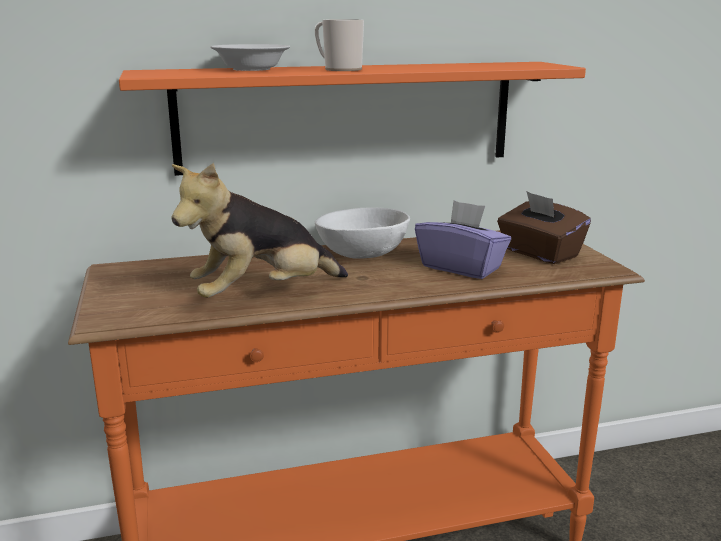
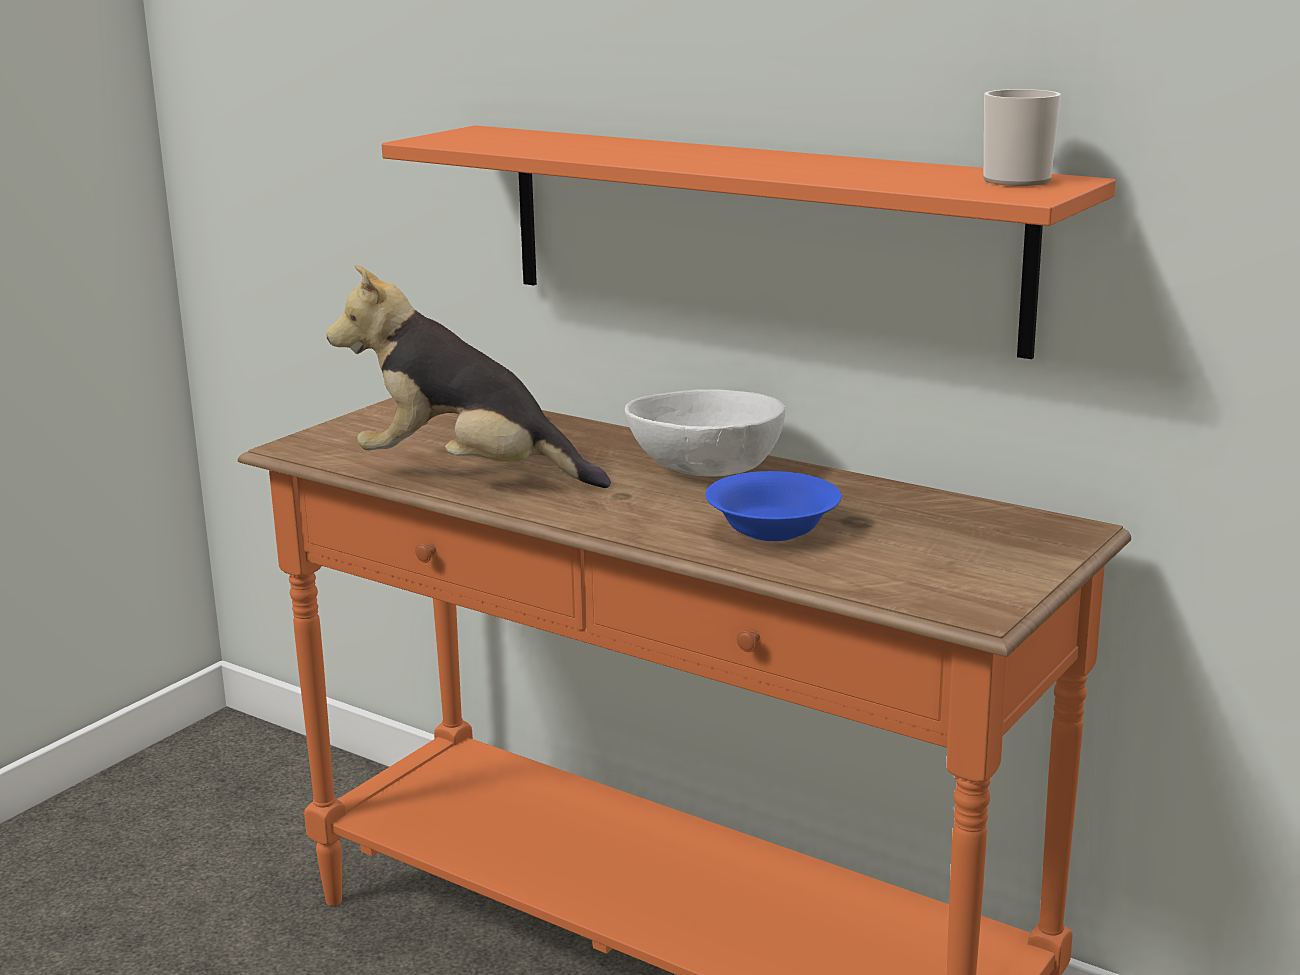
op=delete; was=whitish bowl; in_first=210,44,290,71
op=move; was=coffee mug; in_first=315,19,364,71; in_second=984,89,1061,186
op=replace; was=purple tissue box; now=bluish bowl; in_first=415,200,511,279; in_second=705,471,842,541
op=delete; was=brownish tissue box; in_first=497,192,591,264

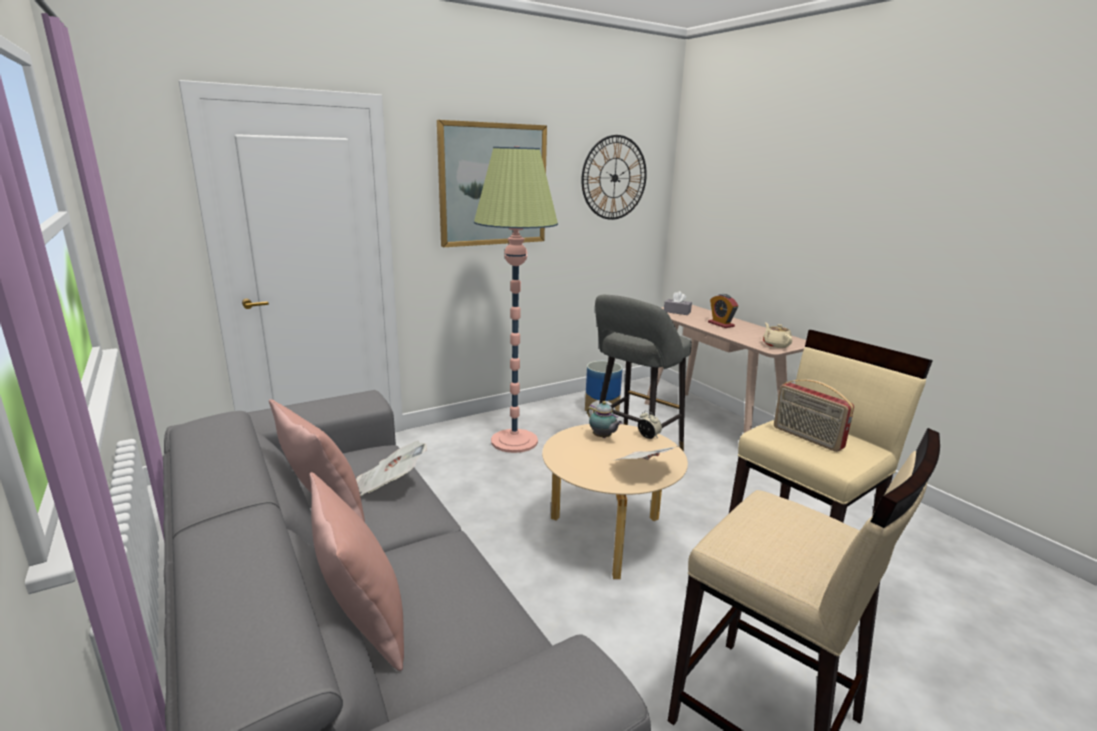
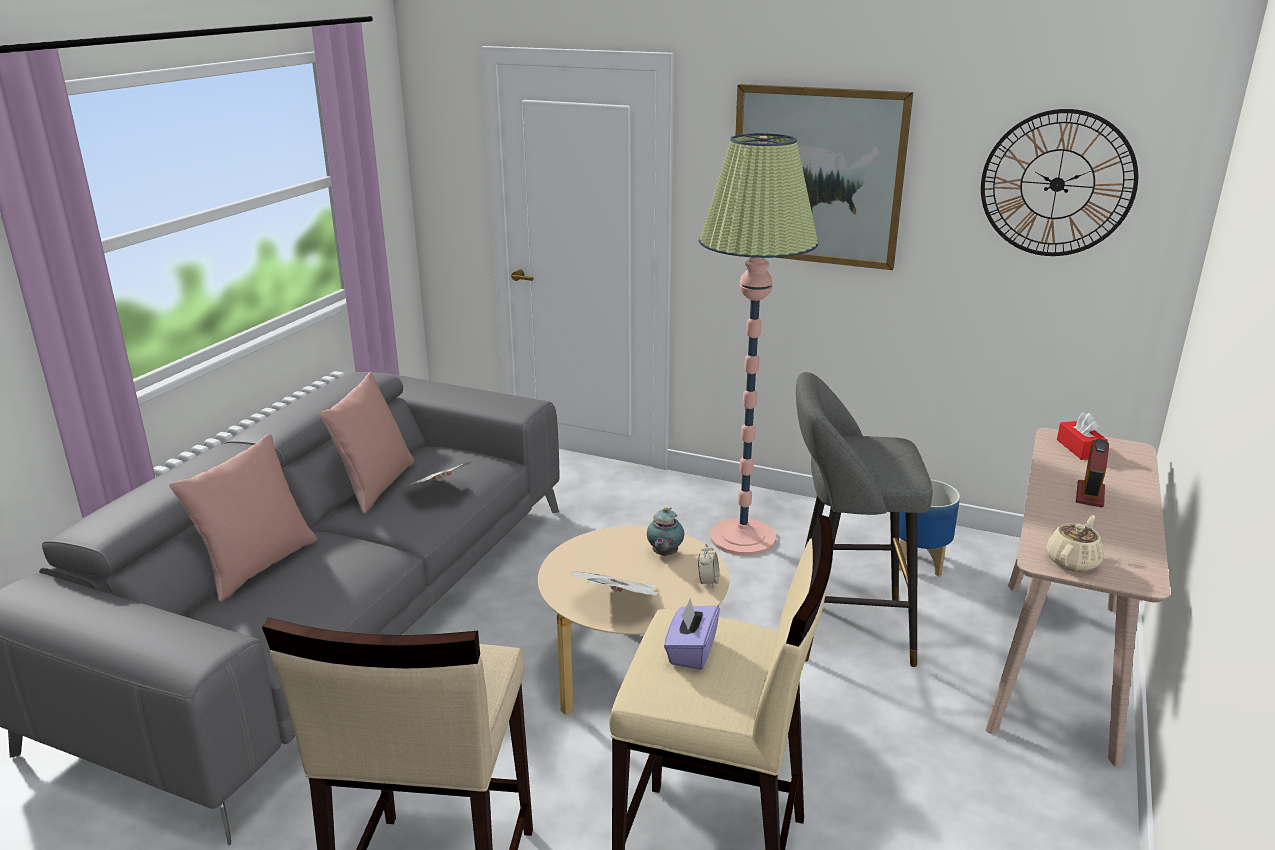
op=recolor; was=greyish tissue box; now=red-coloured tissue box; in_first=664,291,692,315; in_second=1057,413,1108,460
op=replace; was=radio; now=purple tissue box; in_first=774,379,854,452; in_second=664,598,720,670

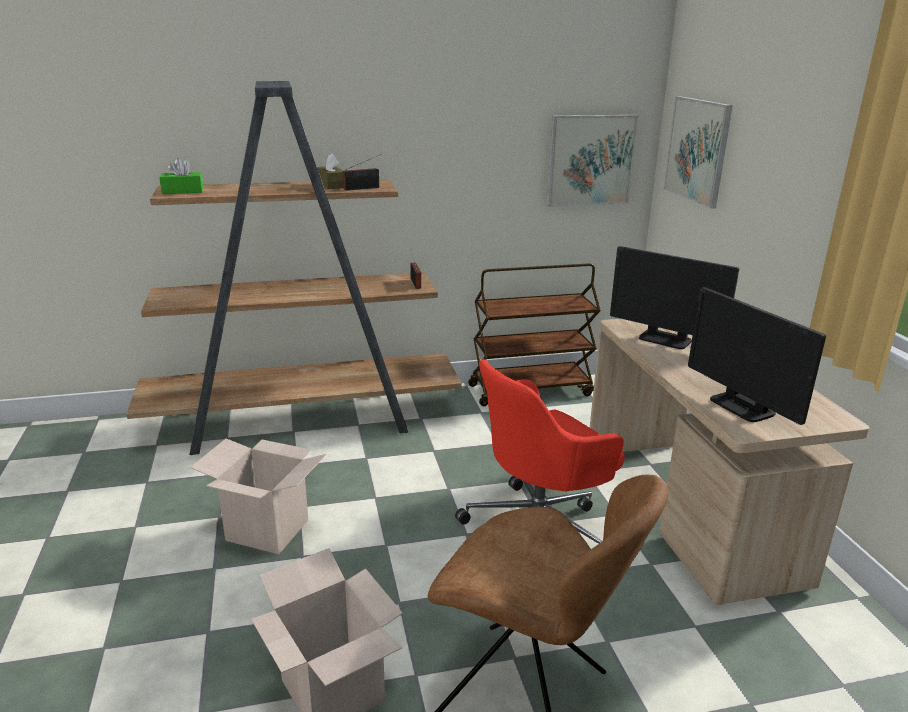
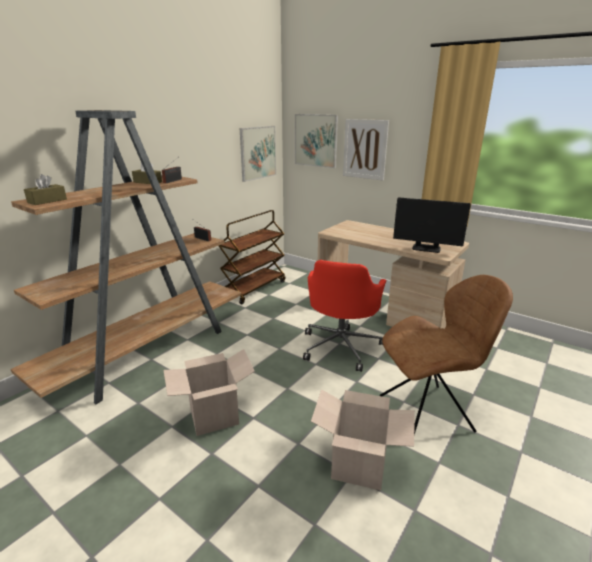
op=recolor; was=green tissue box; now=brownish tissue box; in_first=159,158,203,194; in_second=24,174,67,205
op=delete; was=computer display; in_first=610,246,739,349
op=insert; now=wall picture; in_second=343,119,389,180

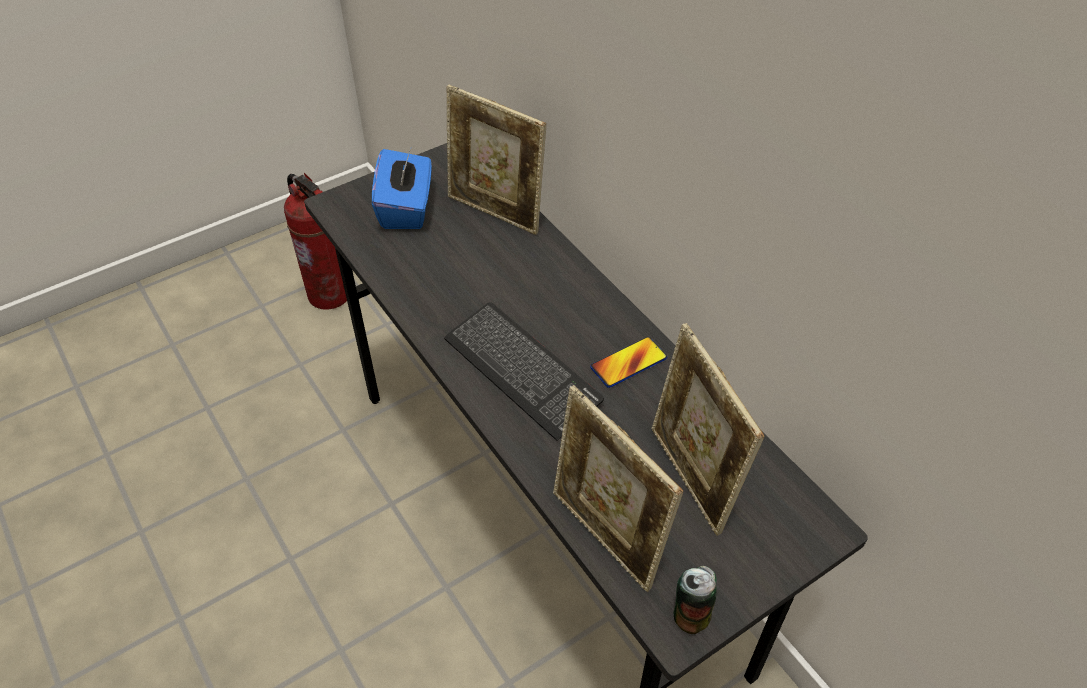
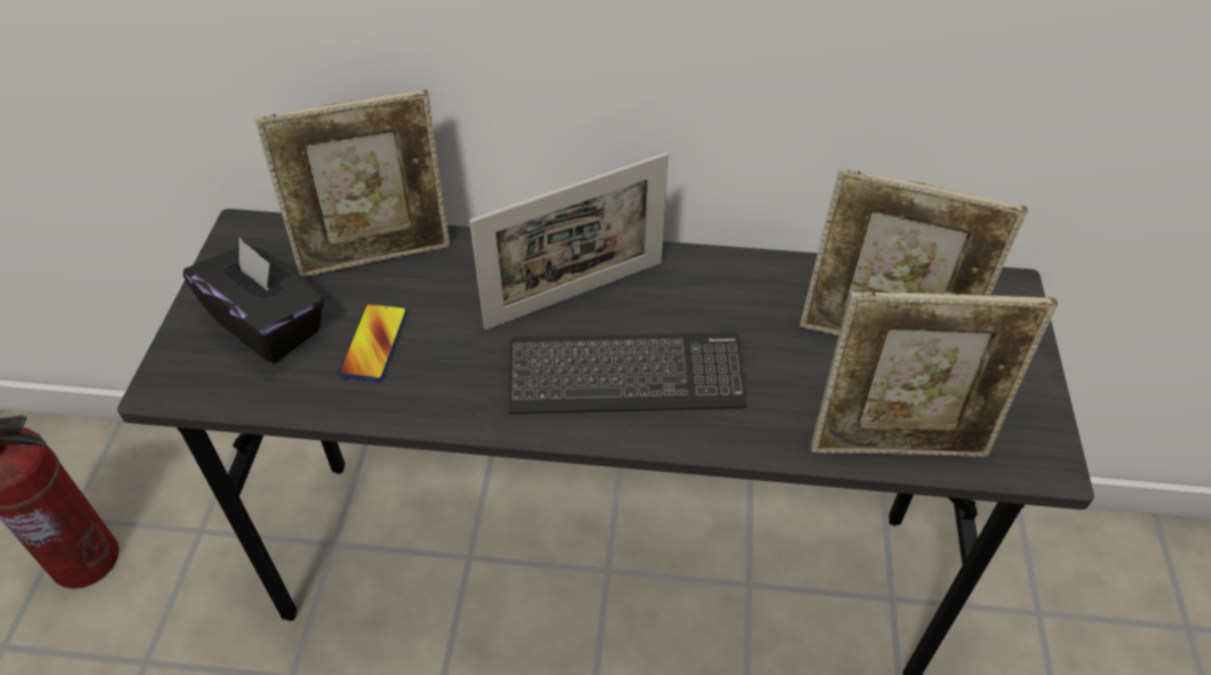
op=recolor; was=bluish tissue box; now=blackish tissue box; in_first=372,149,432,229; in_second=183,237,325,363
op=move; was=telephone; in_first=590,337,667,388; in_second=338,303,407,382
op=delete; was=can; in_first=674,566,716,634
op=insert; now=photo frame; in_second=469,152,668,330

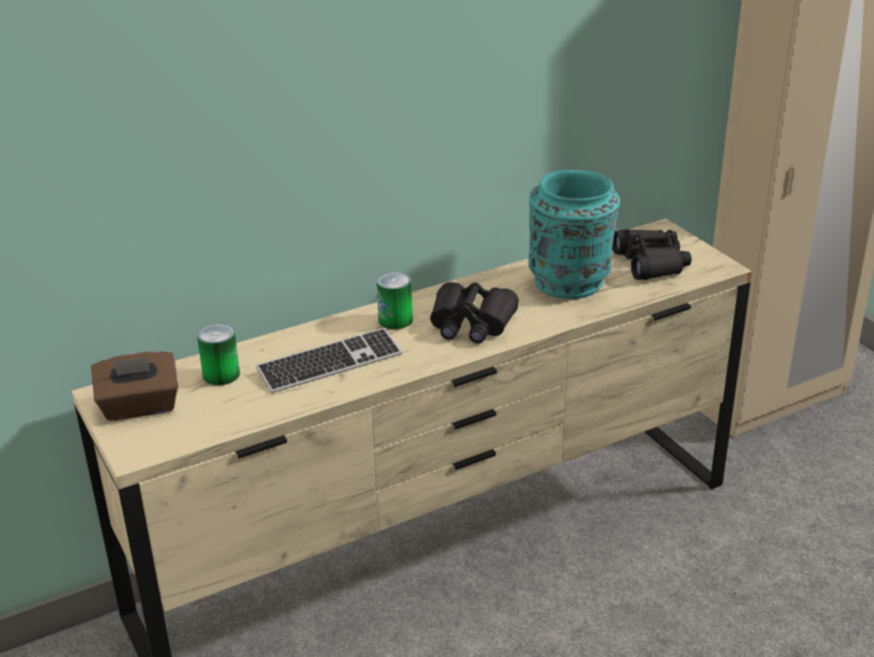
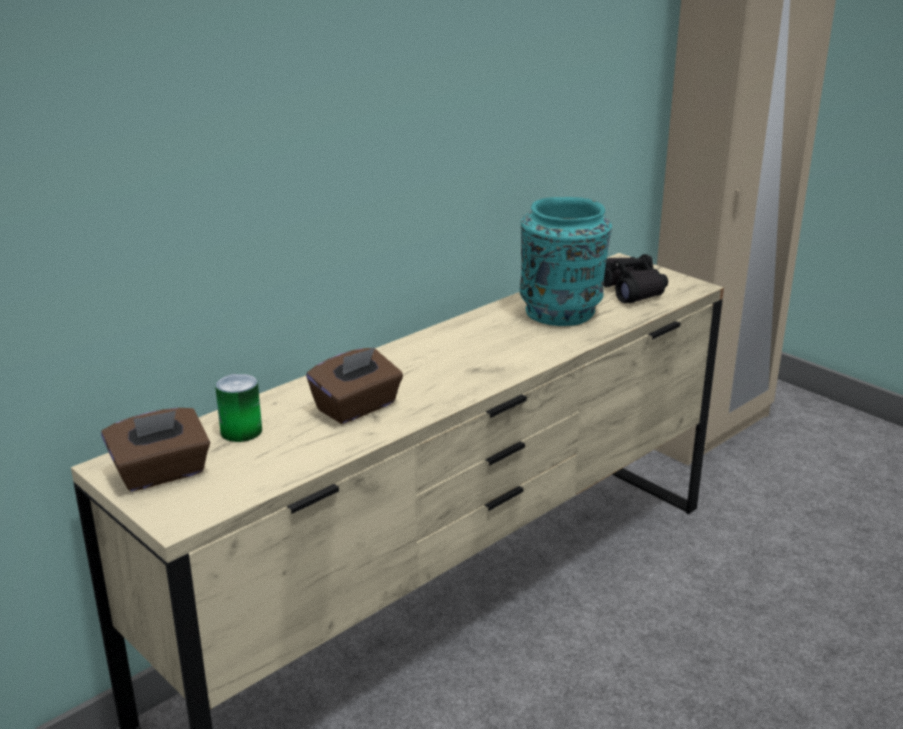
op=replace; was=PC keyboard; now=brownish tissue box; in_first=256,328,402,393; in_second=306,347,403,424
op=delete; was=can; in_first=377,272,413,329
op=delete; was=blackish binoculars; in_first=430,282,519,343

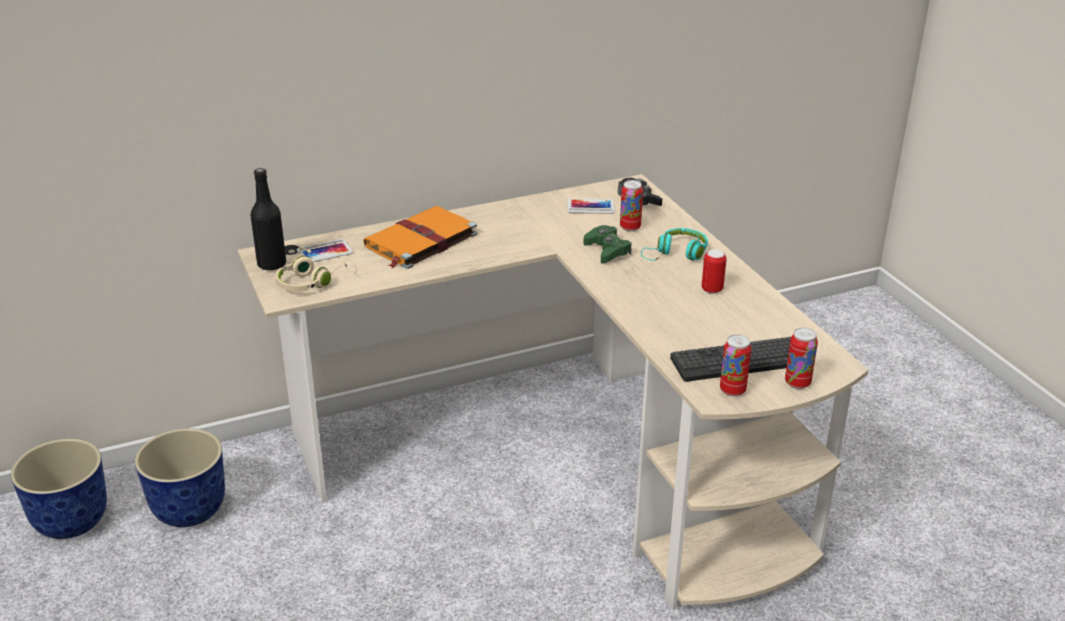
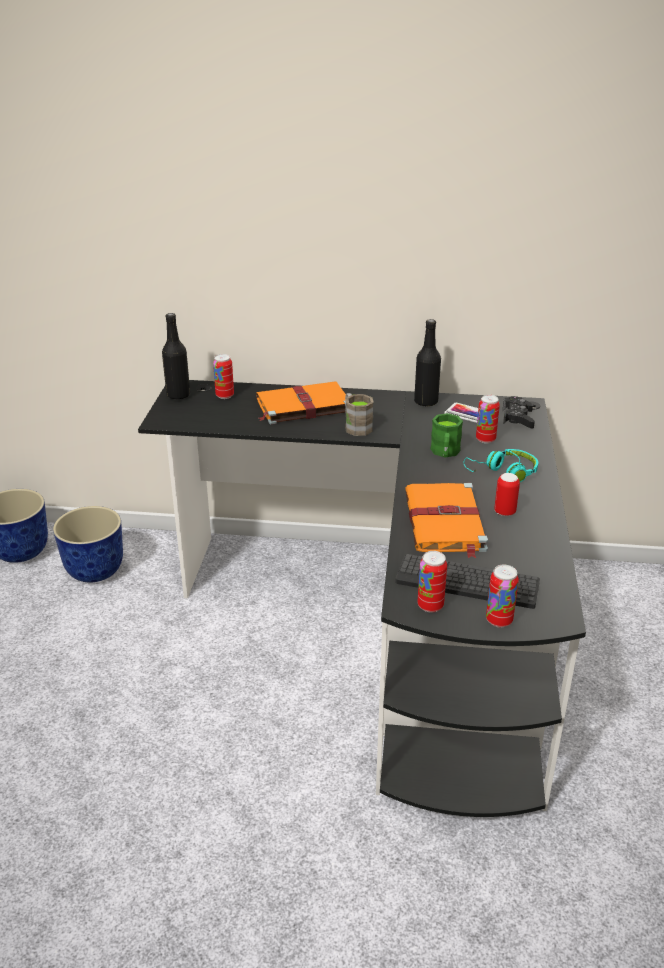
op=recolor; was=beige desk; now=blackish desk; in_first=238,174,869,610; in_second=138,380,586,817
op=delete; was=beige headset; in_first=275,247,357,292
op=replace; was=telephone; now=can; in_first=297,239,353,262; in_second=213,354,234,399
op=replace; was=green gamepad; now=green coffee mug; in_first=583,225,632,263; in_second=430,413,463,457
op=insert; now=brownish coffee mug; in_second=345,393,374,436
op=insert; now=orangey bound book; in_second=405,483,488,558
op=insert; now=blackish bottle; in_second=414,319,441,406

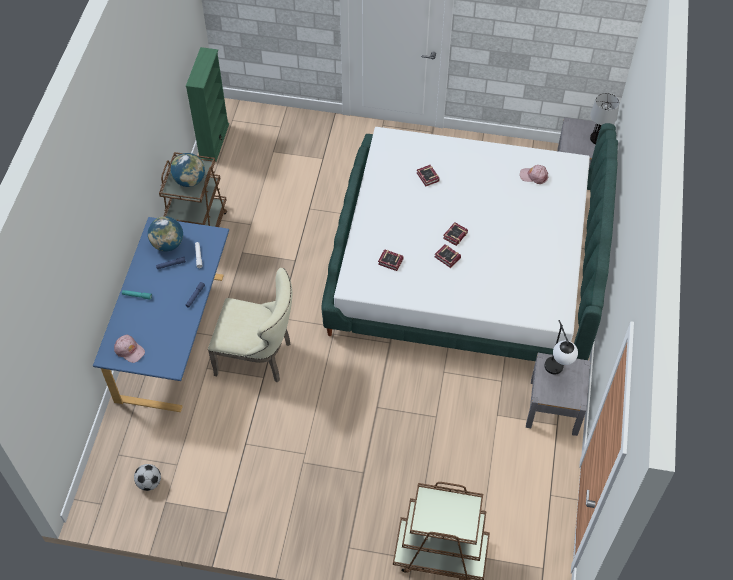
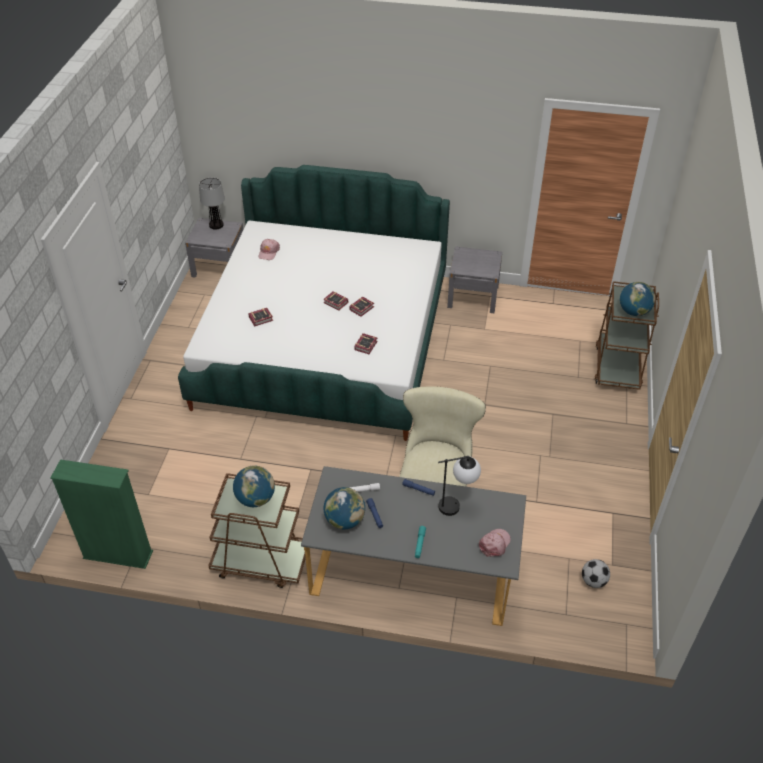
op=recolor; was=bluish desk; now=greyish desk; in_first=93,217,229,412; in_second=301,466,526,626
op=move; was=table lamp; in_first=544,320,578,374; in_second=438,456,481,516
op=insert; now=desk globe; in_second=620,282,655,316

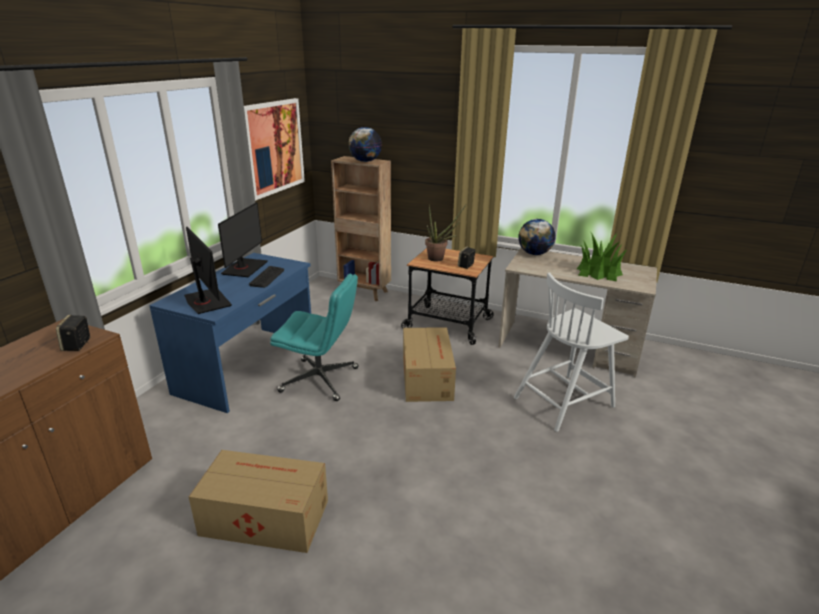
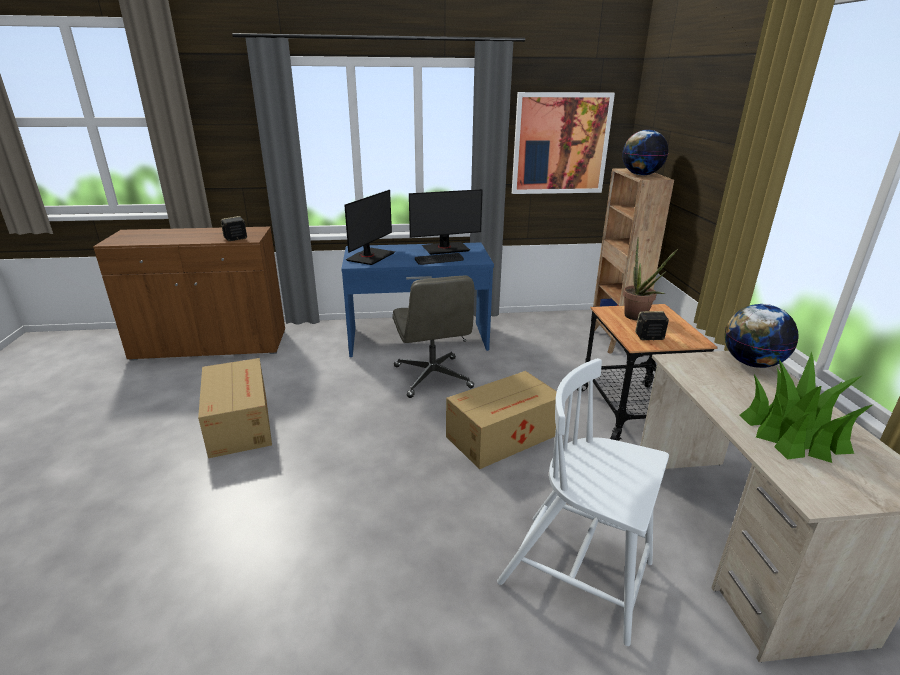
op=recolor; was=turquoise-coloured computer chair; now=greyish computer chair; in_first=270,274,358,401; in_second=392,275,474,398

